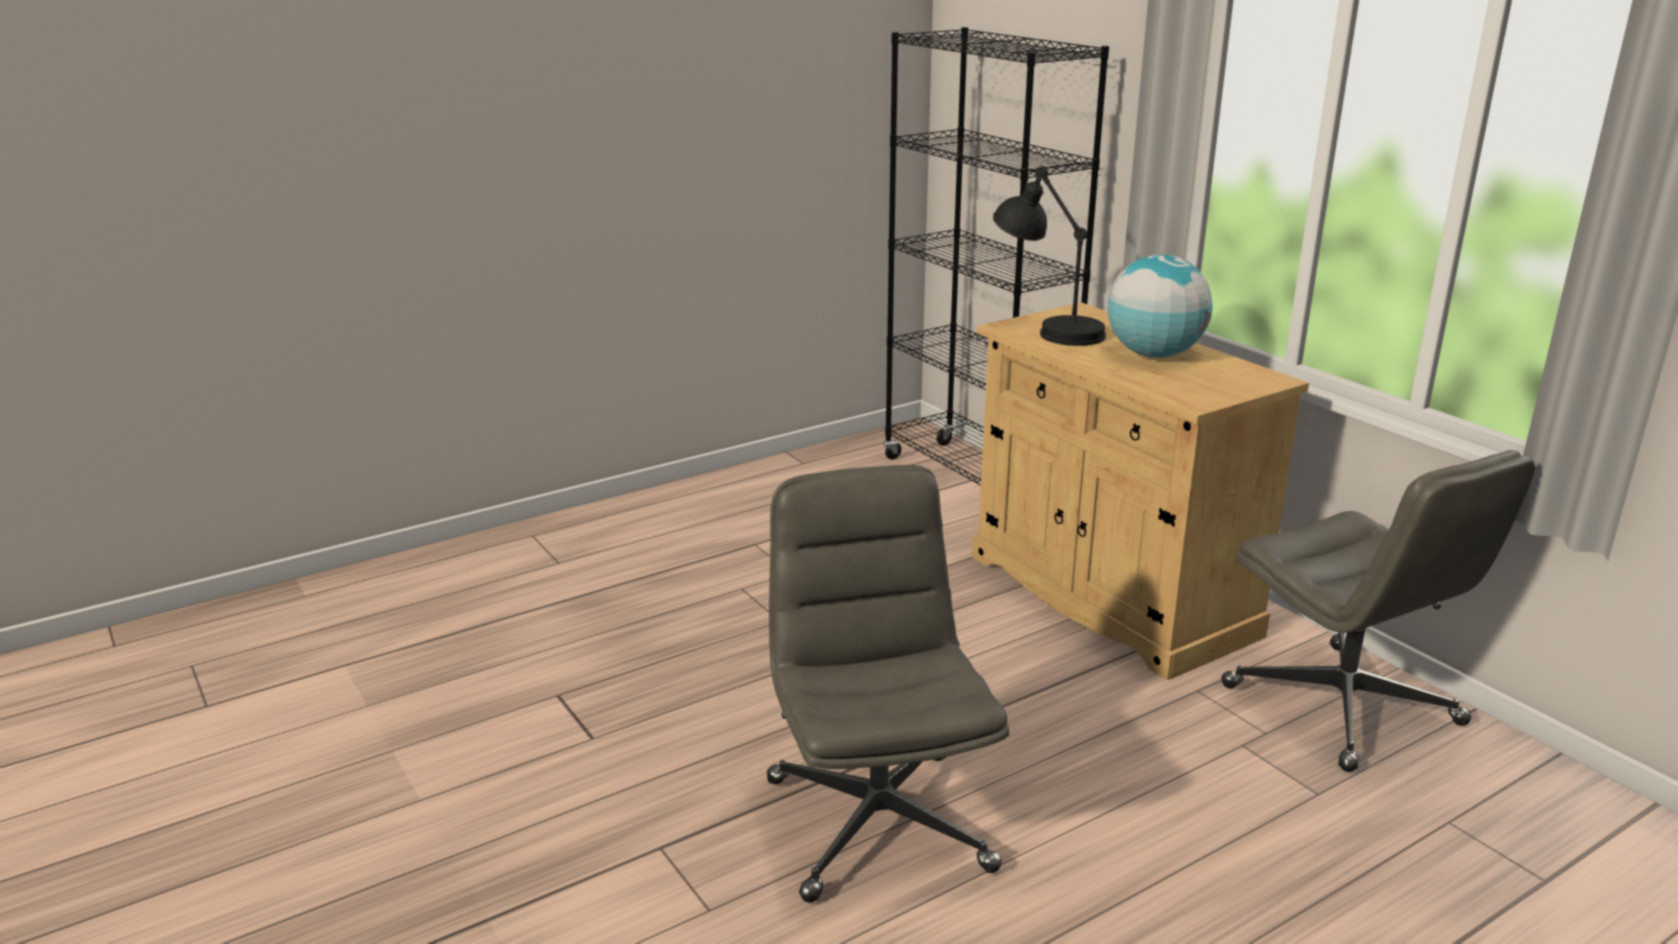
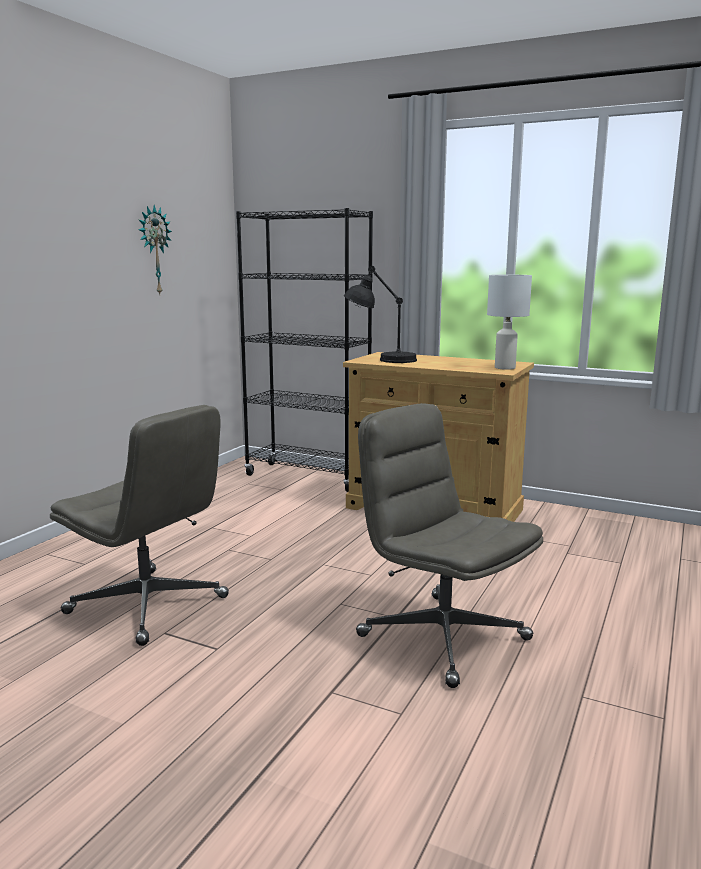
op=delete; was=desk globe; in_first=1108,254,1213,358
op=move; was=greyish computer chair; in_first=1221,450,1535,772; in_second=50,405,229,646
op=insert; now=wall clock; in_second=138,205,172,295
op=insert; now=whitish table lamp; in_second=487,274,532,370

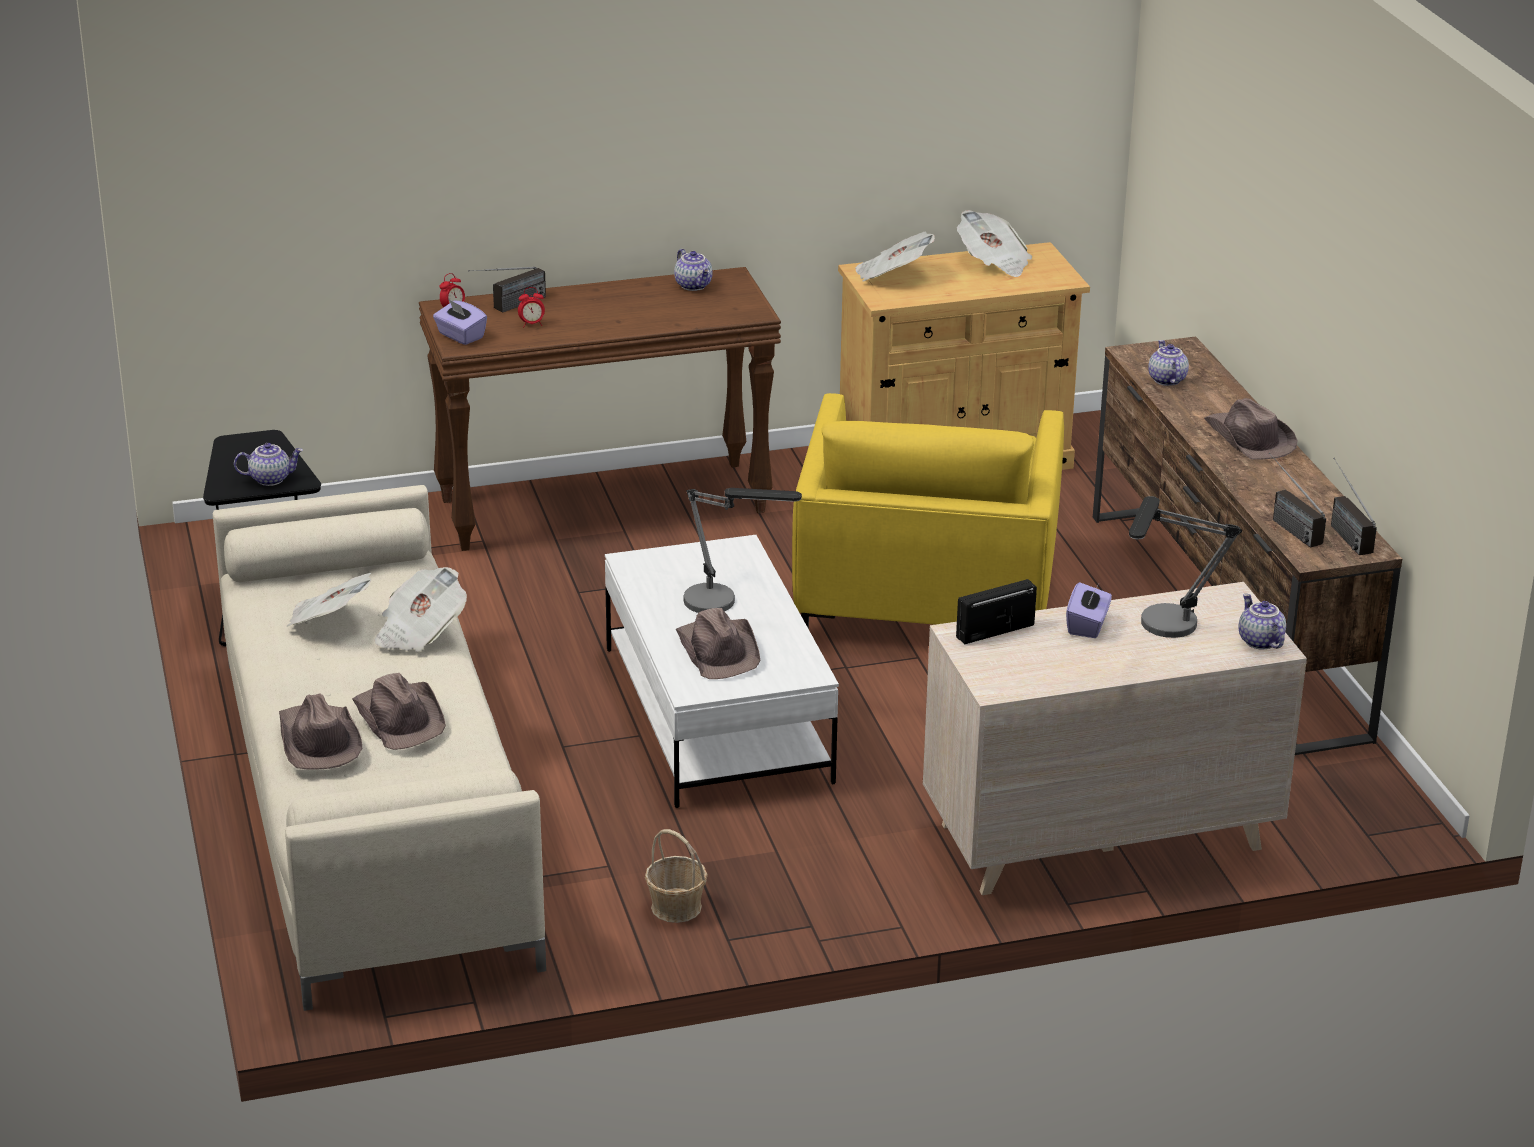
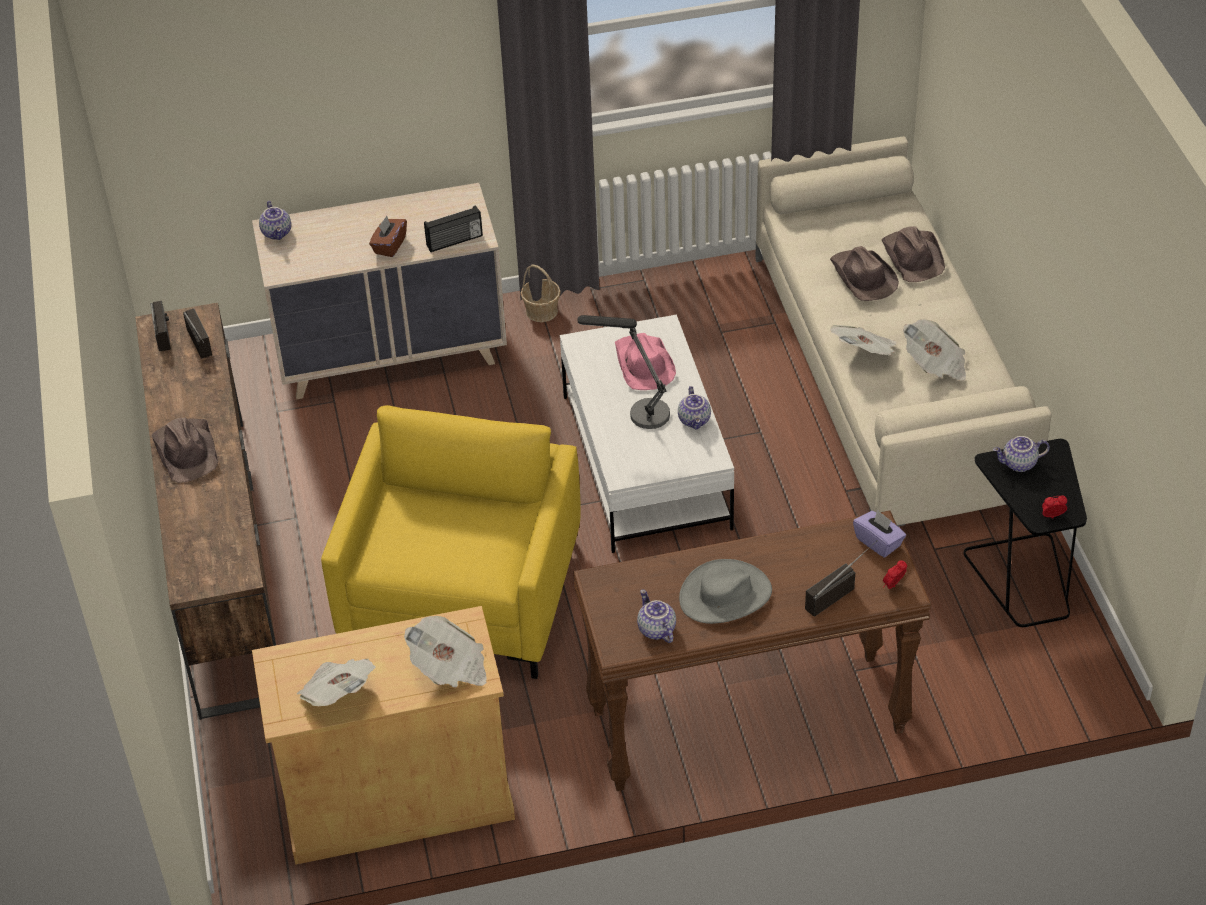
op=move; was=alarm clock; in_first=518,287,545,327; in_second=1042,495,1067,518
op=move; was=storage basket; in_first=645,829,708,923; in_second=520,264,561,322
op=recolor; was=brownish clothing hat; now=pink clothing hat; in_first=676,608,760,679; in_second=615,333,676,390
op=recolor; was=purple tissue box; now=brownish tissue box; in_first=1066,582,1112,638; in_second=369,216,407,257
op=delete; was=table lamp; in_first=1129,496,1242,638
op=move; was=teapot; in_first=1149,340,1189,386; in_second=678,386,711,430
op=insert; now=greyish clothing hat; in_second=679,559,772,624

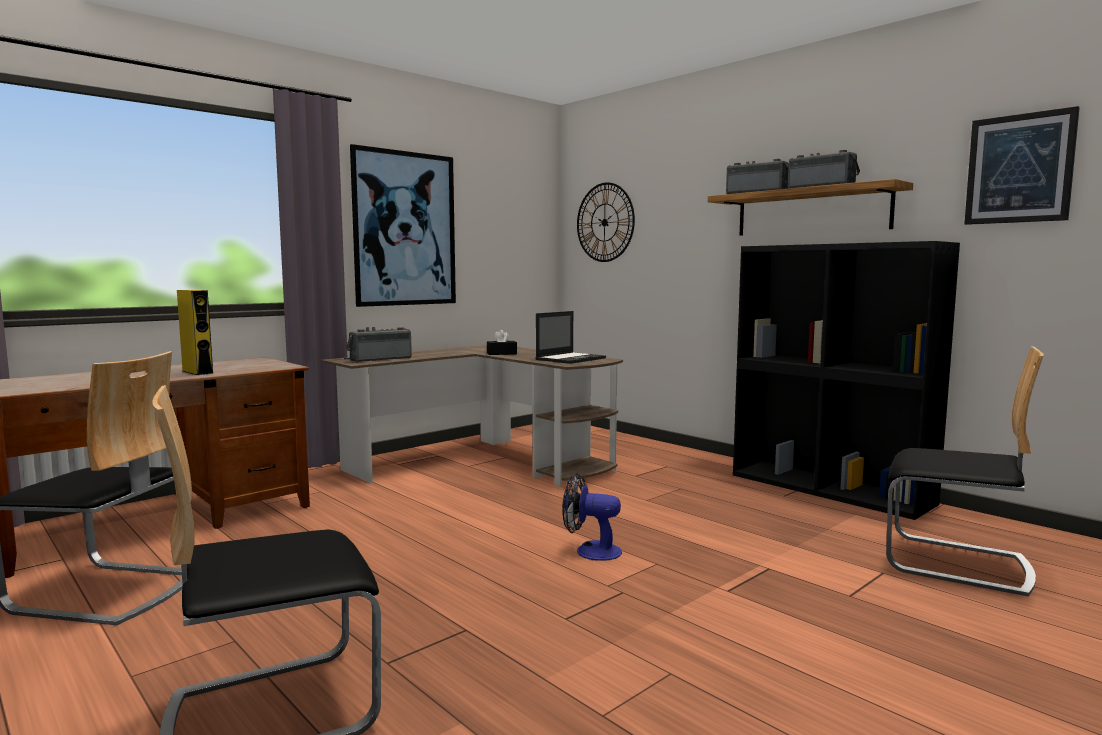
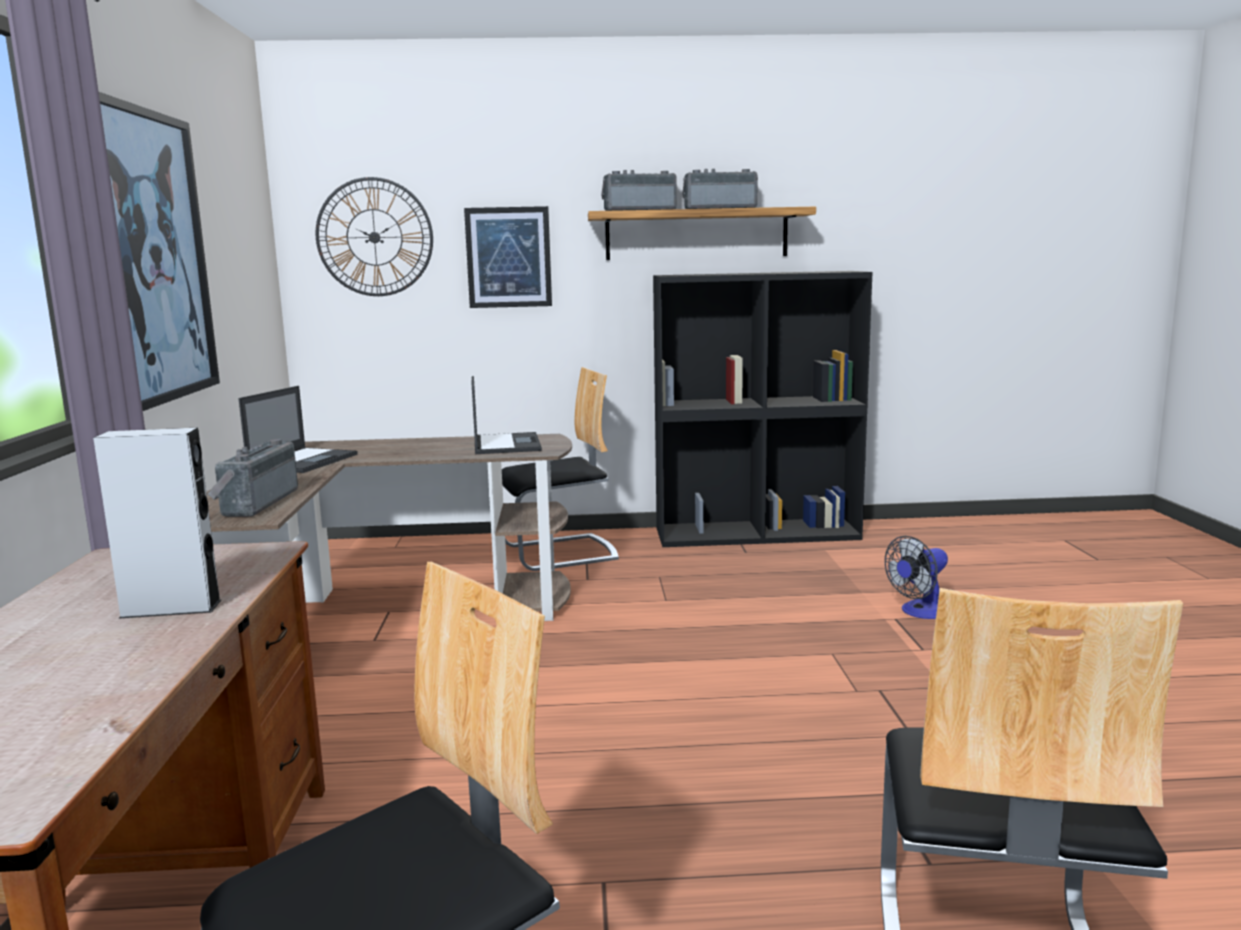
op=recolor; was=yellowish speaker; now=greyish speaker; in_first=177,290,214,375; in_second=93,428,221,619
op=delete; was=blackish tissue box; in_first=487,330,517,355
op=move; was=cooling fan; in_first=563,473,622,561; in_second=885,536,948,619
op=move; was=upright chair; in_first=886,346,1044,597; in_second=502,367,619,571
op=move; was=wall picture; in_first=964,106,1080,225; in_second=464,206,552,308
op=insert; now=portable computer; in_second=238,386,358,473

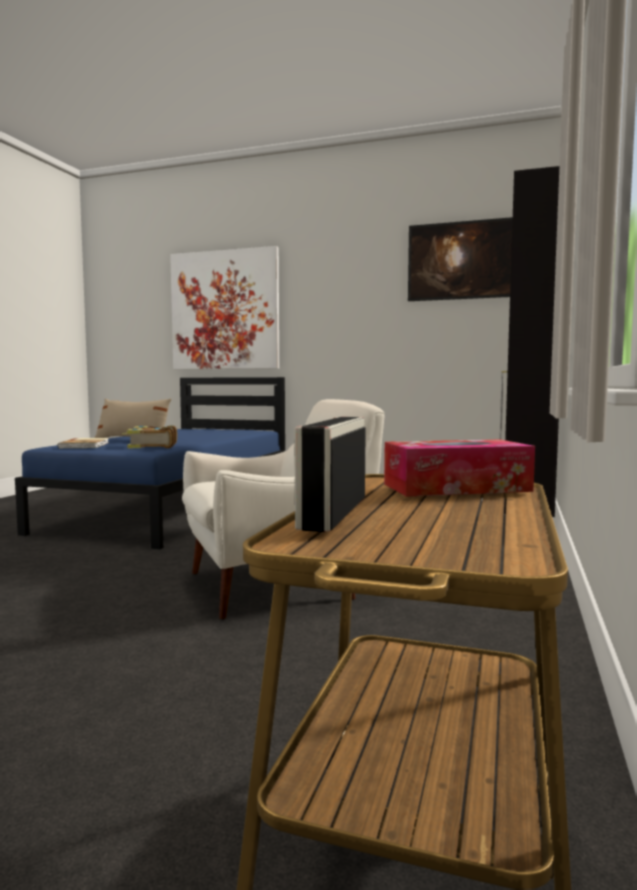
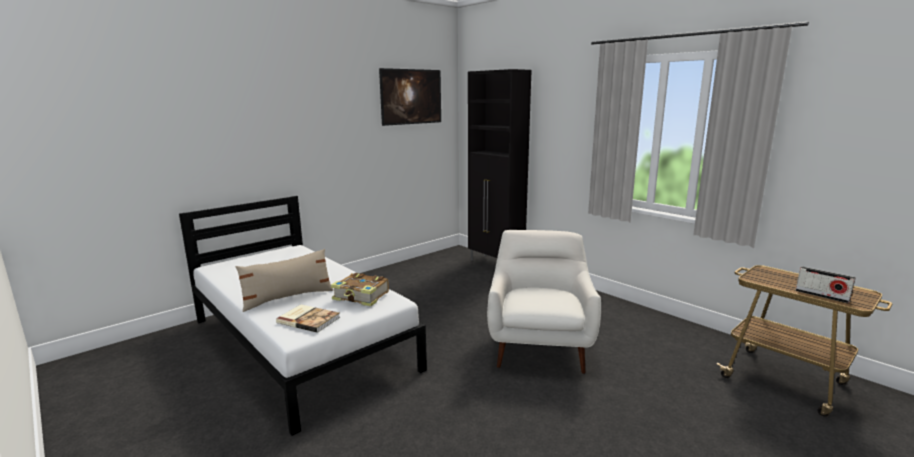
op=recolor; was=bluish bed; now=whitish bed; in_first=15,377,285,549; in_second=179,196,427,436
op=delete; was=wall picture; in_first=170,246,279,369
op=delete; was=tissue box; in_first=384,439,535,497

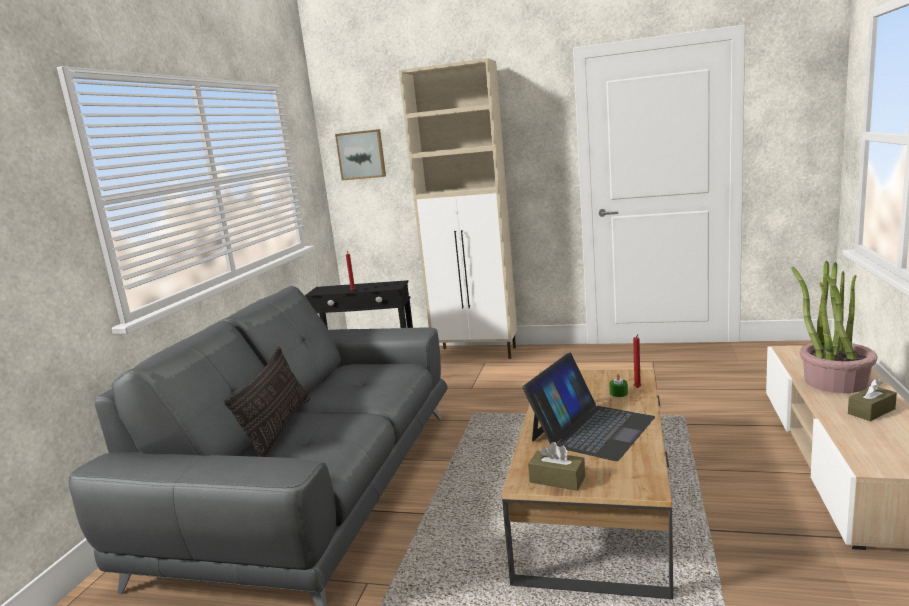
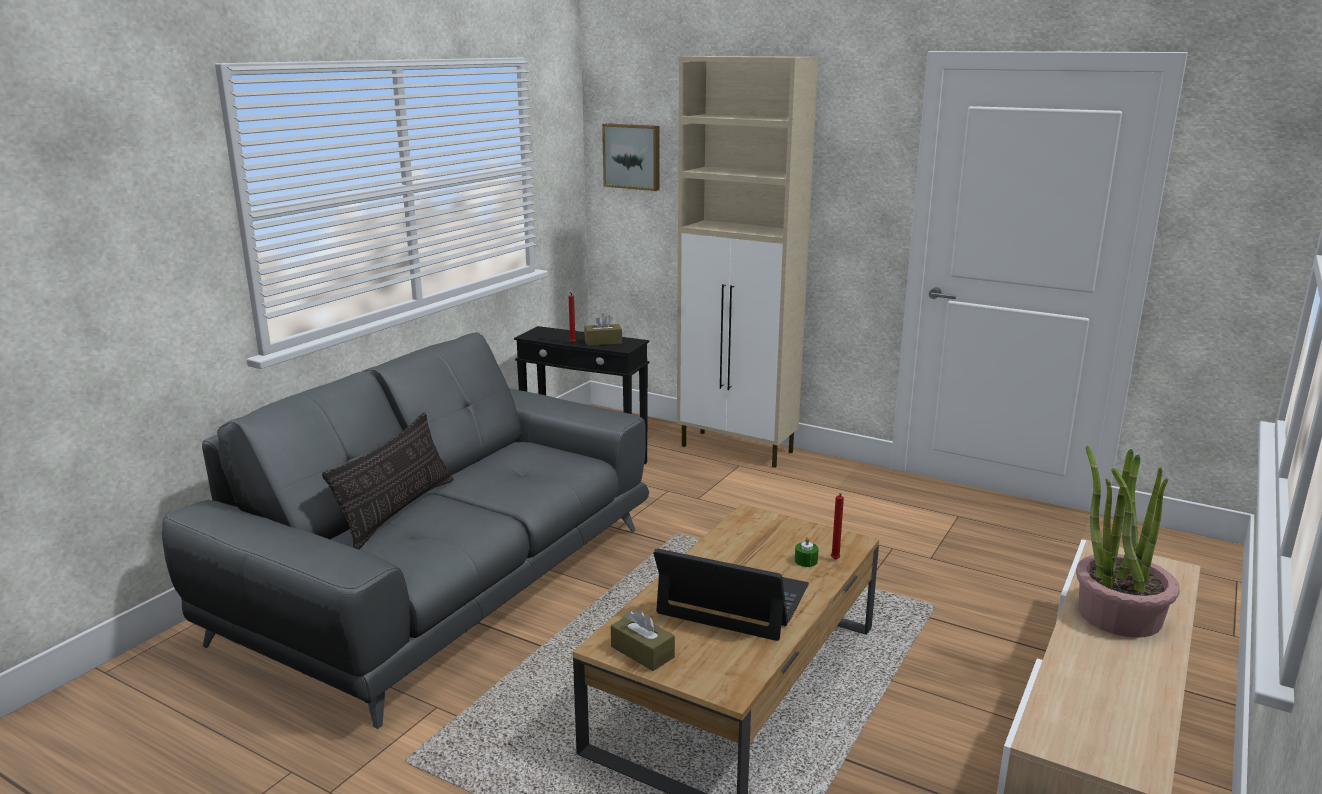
op=rotate; was=portable computer; in_first=522,352,655,461; in_second=653,548,809,641; clockwise=-120
op=move; was=brownish tissue box; in_first=848,378,897,421; in_second=584,313,622,346

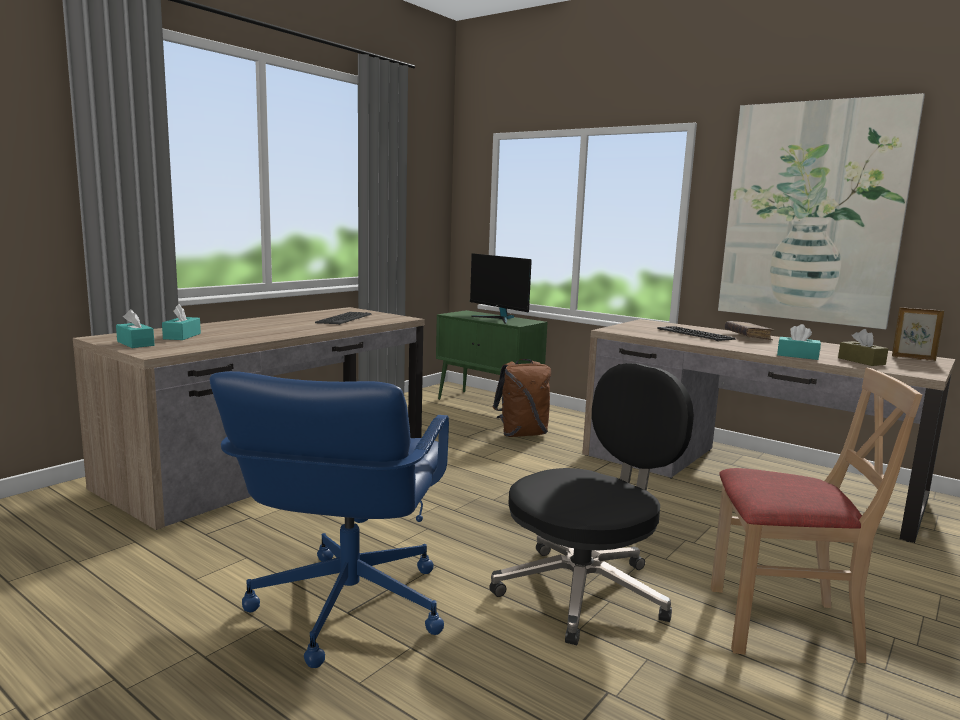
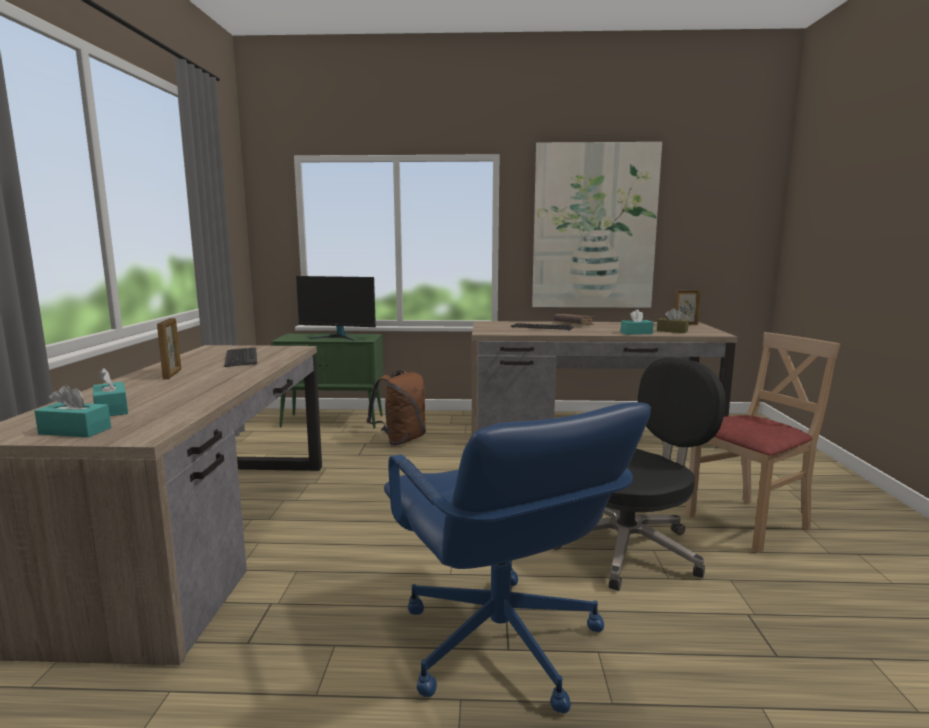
op=rotate; was=blackish computer chair; in_first=489,363,694,645; in_second=554,357,725,591; clockwise=45
op=insert; now=photo frame; in_second=157,318,181,379

